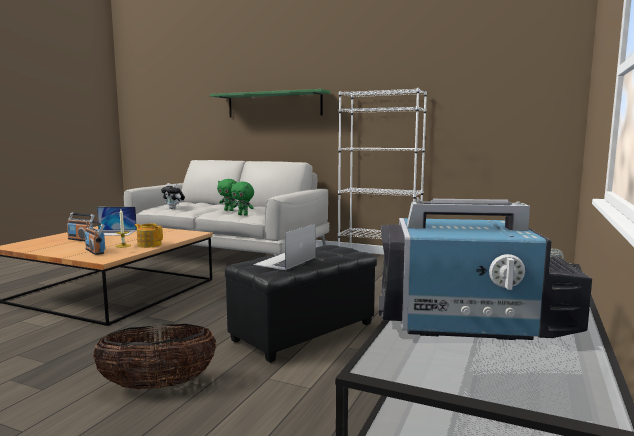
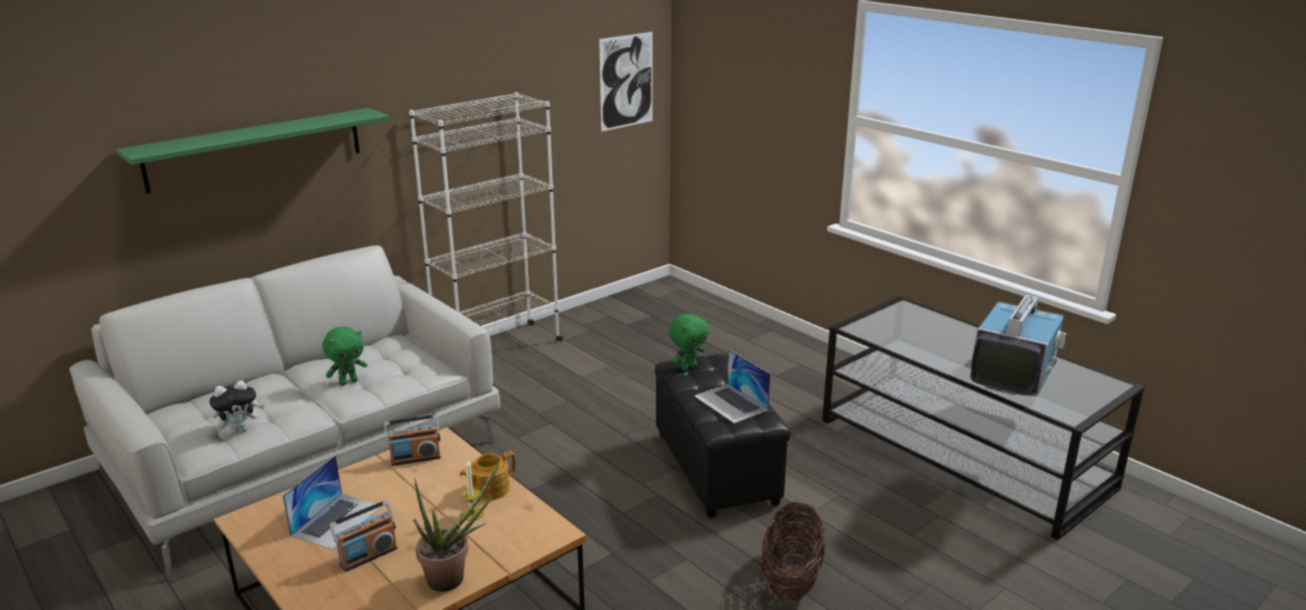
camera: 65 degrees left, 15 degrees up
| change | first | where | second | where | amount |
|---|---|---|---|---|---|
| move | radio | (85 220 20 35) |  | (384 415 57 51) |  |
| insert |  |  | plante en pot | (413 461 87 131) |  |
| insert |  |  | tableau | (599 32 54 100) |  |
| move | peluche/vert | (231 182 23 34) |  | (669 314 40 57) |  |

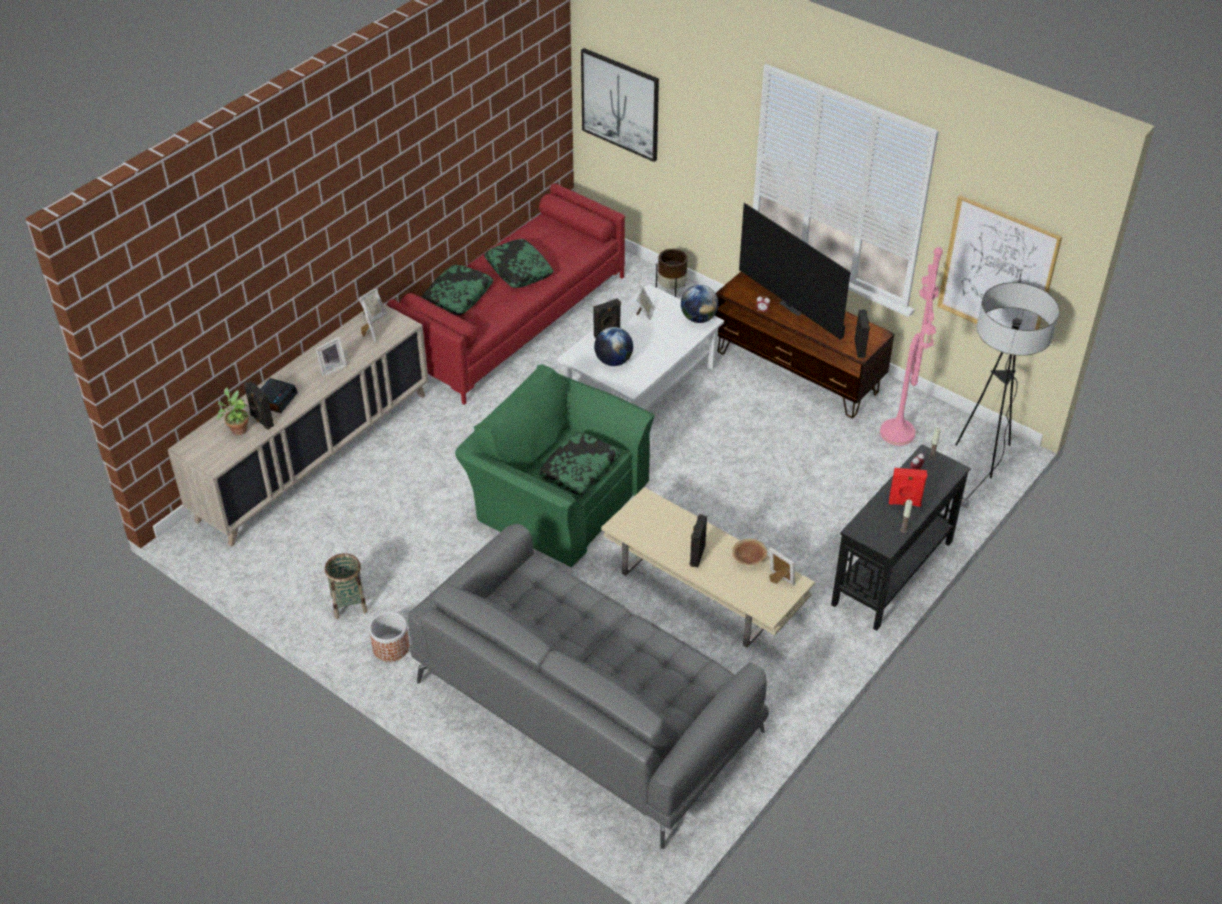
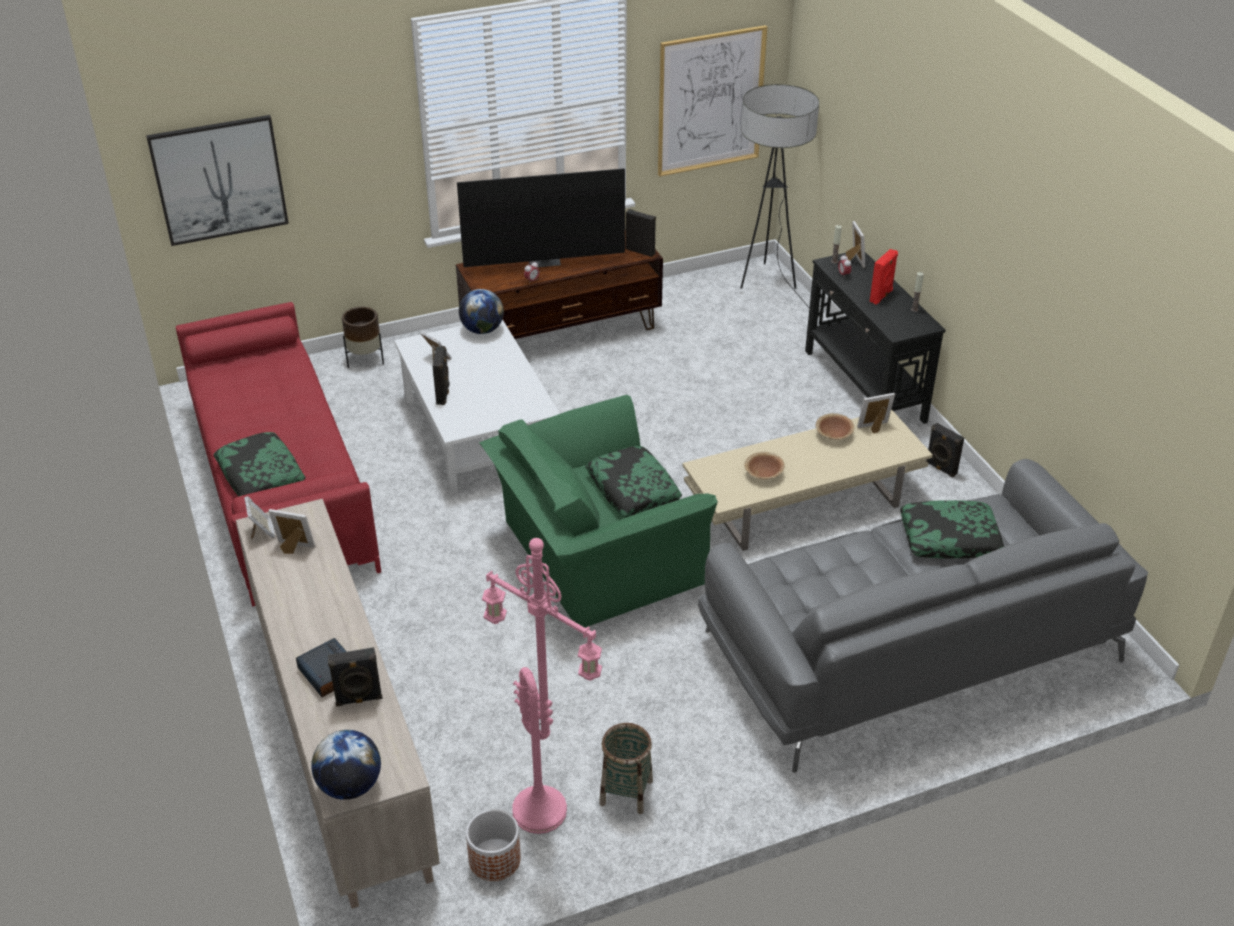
camera: 60 degrees left, 5 degrees down
| change | first | where | second | where | amount |
|---|---|---|---|---|---|
| move | globe | (594 327 39 39) |  | (311 730 70 70) |  |
| move | cache-pot | (369 612 40 50) |  | (466 809 55 72) |  |
| move | lampadaire/rose | (880 247 63 199) |  | (482 538 120 296) |  |
| insert |  |  | bol/marron | (744 452 41 28) |  |
| move | cadre photo | (316 337 31 40) |  | (846 221 19 47) |  |
| move | coussin | (484 239 70 49) |  | (900 500 104 58) |  |
| move | enceinte/noir | (690 514 17 53) |  | (926 423 38 55) |  |
| delete | plante en pot | (216 388 34 47) |  |  |  |

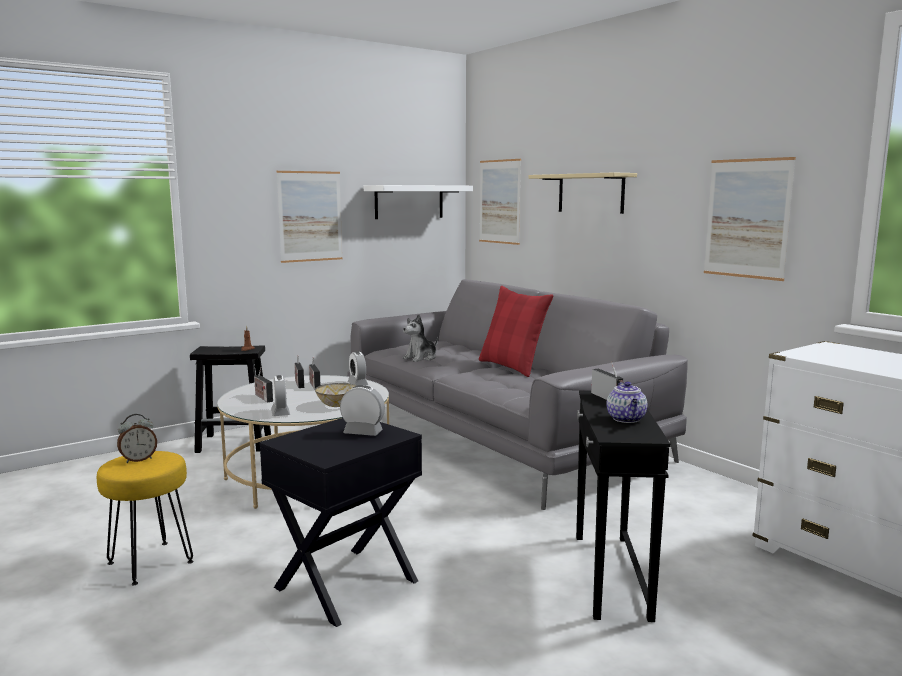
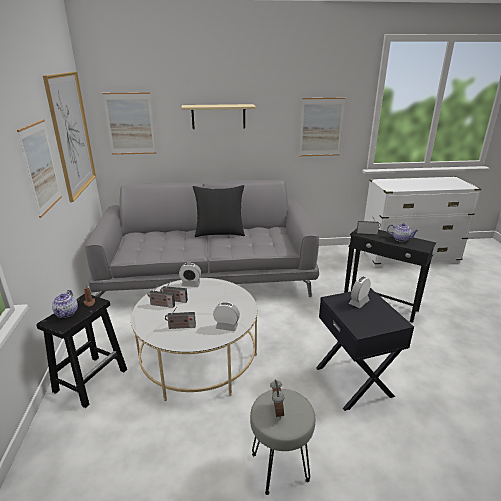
camera: 60 degrees left, 15 degrees up
| change | first | where | second | where | amount |
|---|---|---|---|---|---|
| replace | étagère/blanc | (364 185 109 34) | tableau | (43 72 53 130) |  |
| insert |  |  | théière | (52 290 26 28) |  |
| recolor | coussin/rouge | (479 286 74 91) | coussin/noir | (193 185 52 52) |  |
| recolor | tabouret/jaune | (97 451 96 134) | tabouret/gris | (250 389 65 106) |  |
| delete | bol | (315 383 42 24) |  |  |  |
| delete | peluche | (403 314 35 48) |  |  |  |

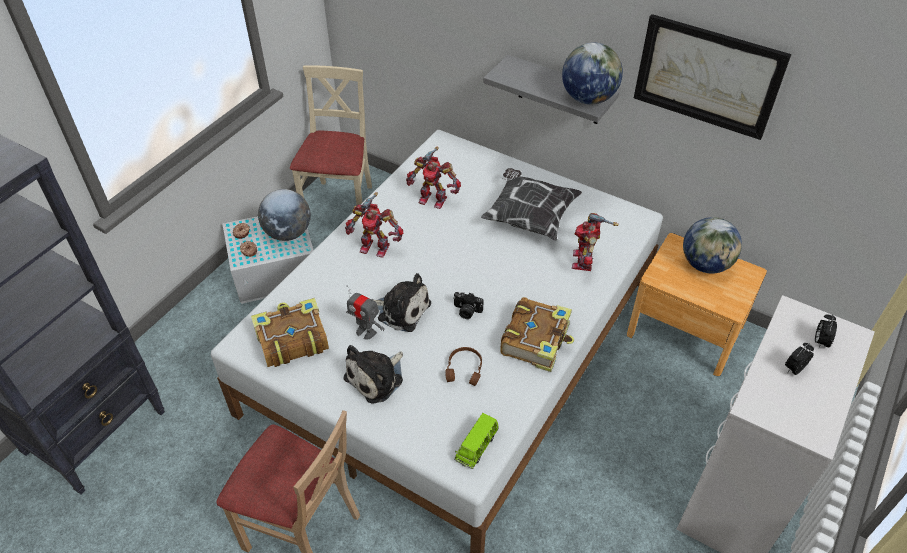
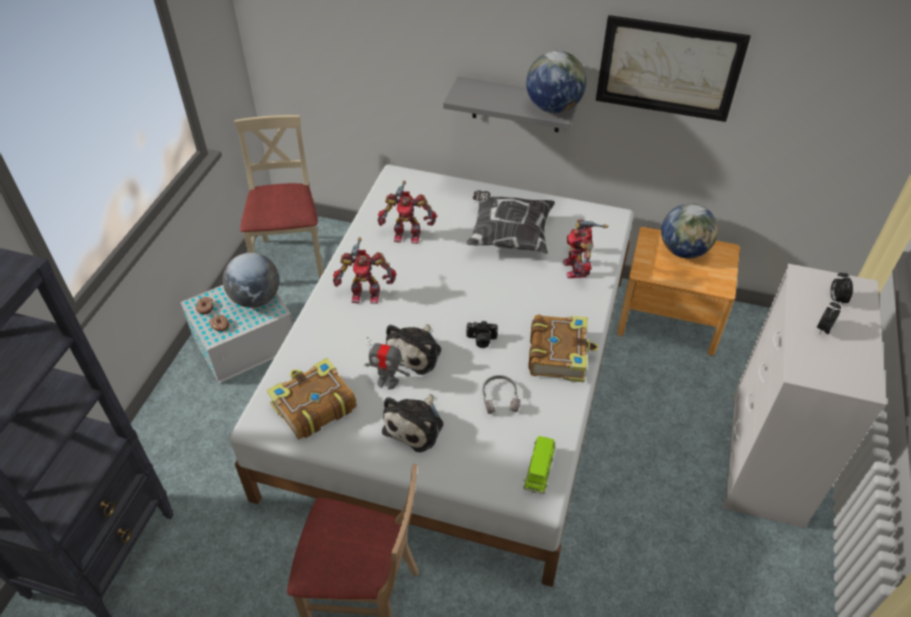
camera: 15 degrees left, 0 degrees up
| change | first | where | second | where | amount |
|---|---|---|---|---|---|
| rotate | peluche | (374 273 57 59) |  | (386 324 55 51) | 105 degrees clockwise |
| recolor | casque audio/marron | (445 347 37 39) | casque audio/gris | (482 375 39 39) |  |

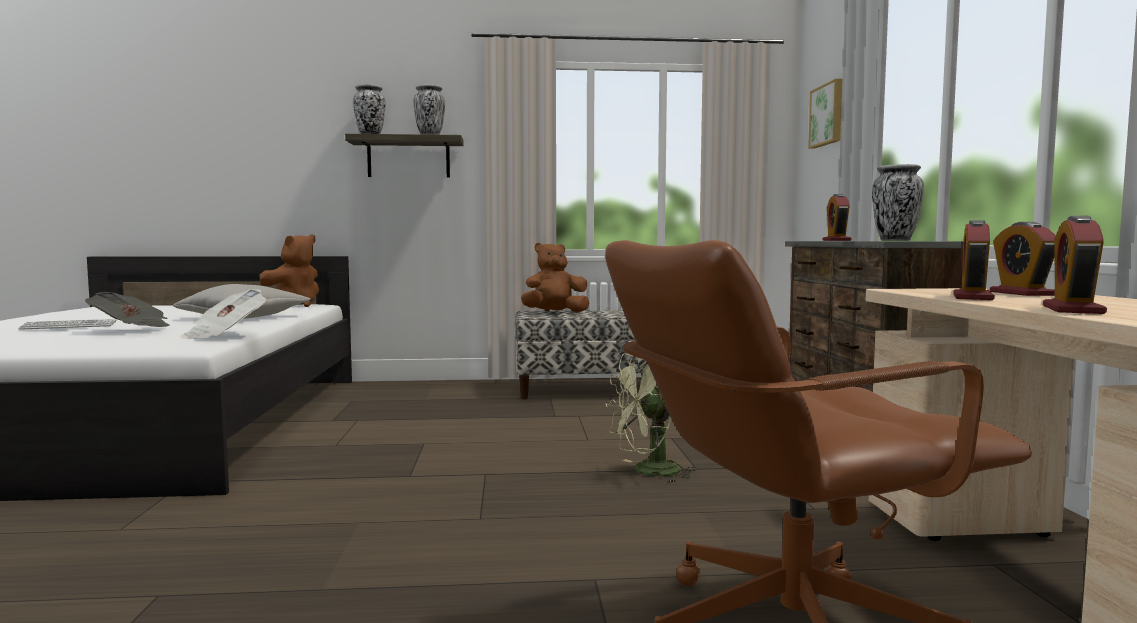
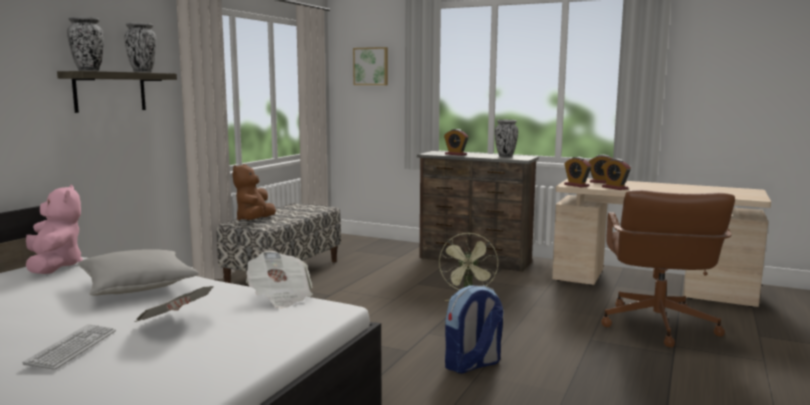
camera: 60 degrees left, 5 degrees up
| change | first | where | second | where | amount |
|---|---|---|---|---|---|
| recolor | peluche/marron | (259 234 60 73) | peluche/rose | (26 184 57 90) |  |
| insert |  |  | sac à dos | (445 285 58 89) |  |
| move | réveil | (1043 216 64 98) |  | (564 157 28 30) |  |

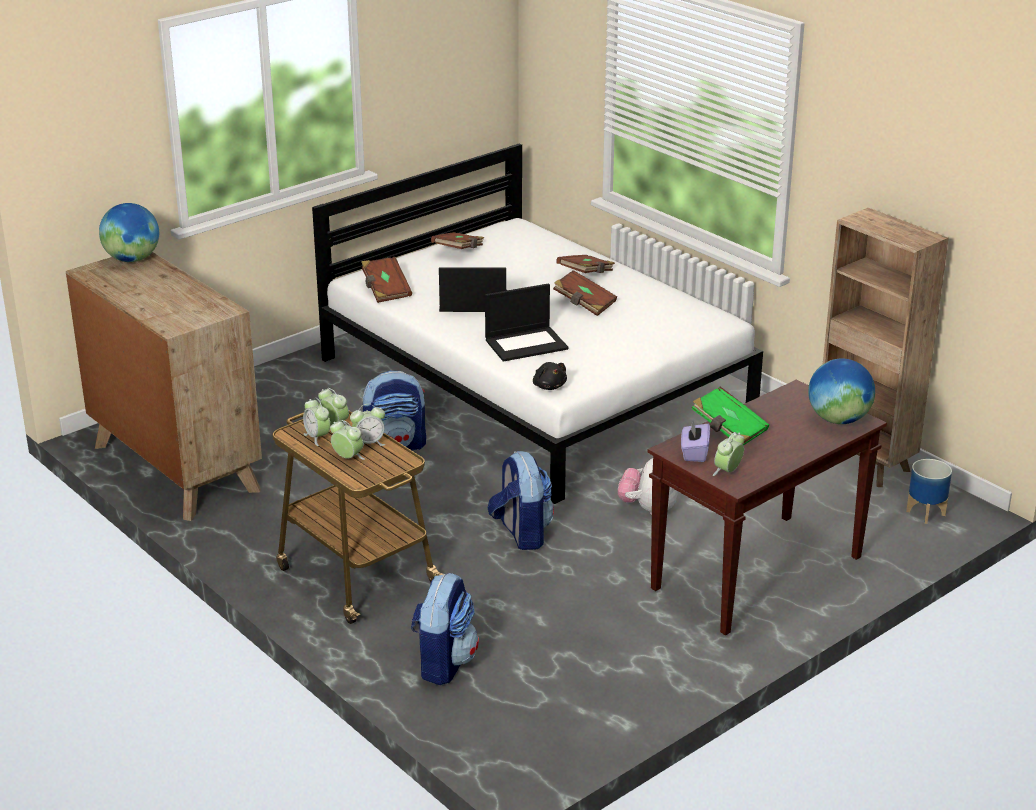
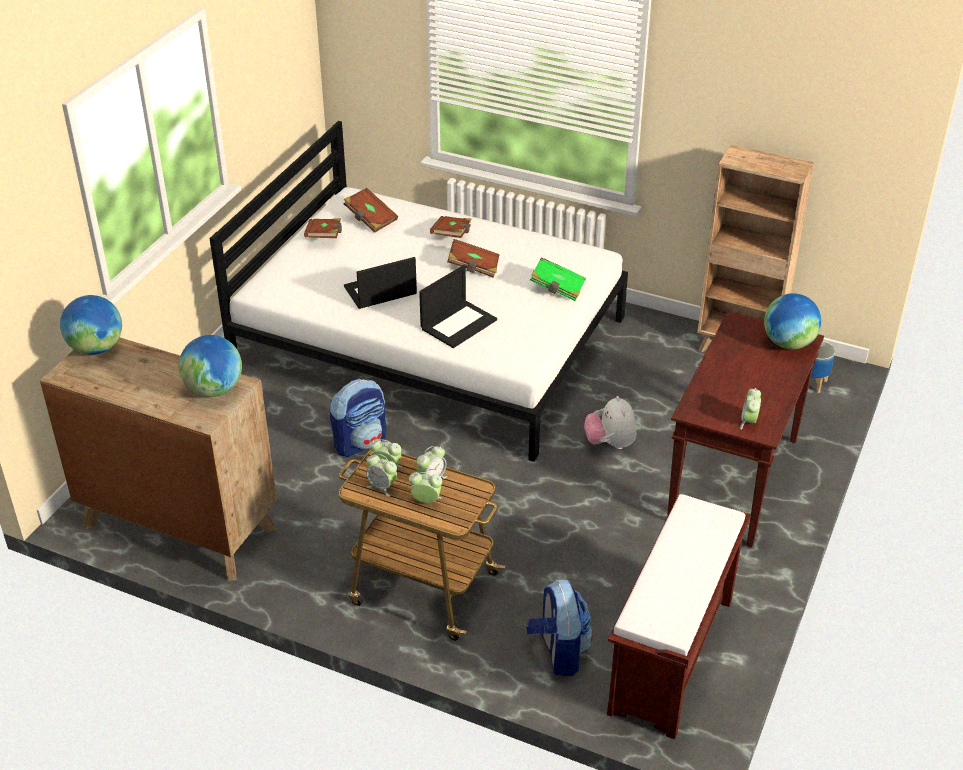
camera: 25 degrees left, 10 degrees up
| change | first | where | second | where | amount |
|---|---|---|---|---|---|
| insert |  |  | globe | (179 335 63 62) |  |
| move | livre/marron | (361 257 51 46) |  | (344 188 54 45) |  |
| move | livre/vert | (691 387 78 58) |  | (530 257 56 44) |  |
| insert |  |  | banc/marron | (607 494 143 246) |  |
| delete | sac à dos | (488 451 66 99) |  |  |  |
| delete | peluche/noir | (533 362 34 28) |  |  |  |
| delete | boîte à mouchoirs/violet | (681 421 29 41) |  |  |  |

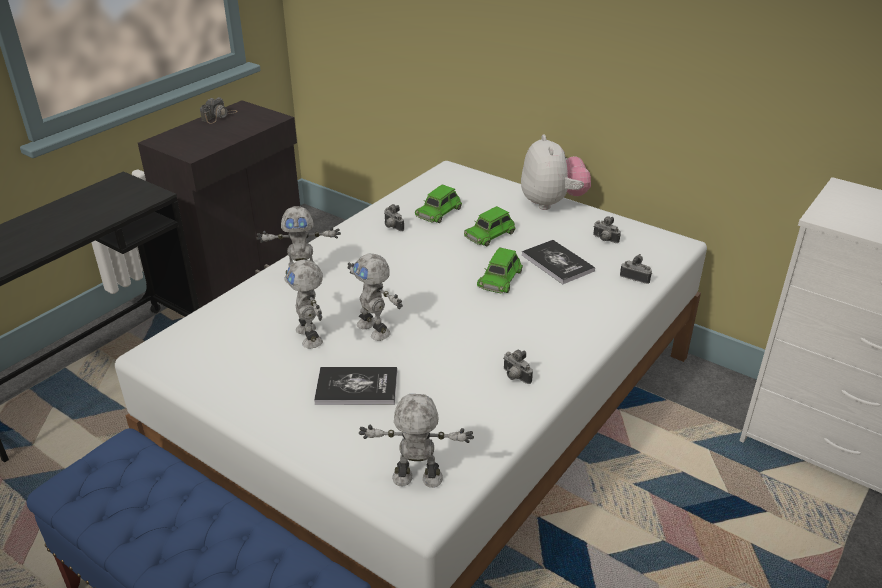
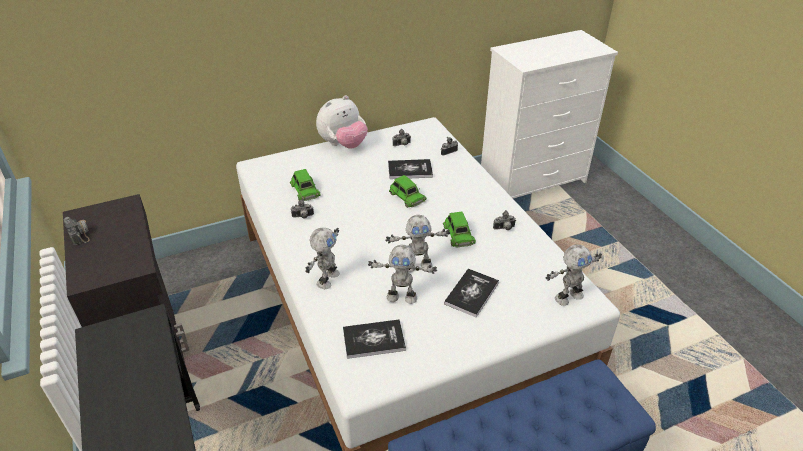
camera: 60 degrees left, 5 degrees up
| change | first | where | second | where | amount |
|---|---|---|---|---|---|
| rotate | peluche | (521 134 70 76) |  | (316 95 52 54) | 120 degrees clockwise |
| insert |  |  | livre | (343 319 63 40) |  |
| move | petite voiture/vert | (464 206 52 41) |  | (443 212 33 35) |  |
| rotate | robot jouet | (359 394 115 94) |  | (545 245 57 61) | 150 degrees counterclockwise |

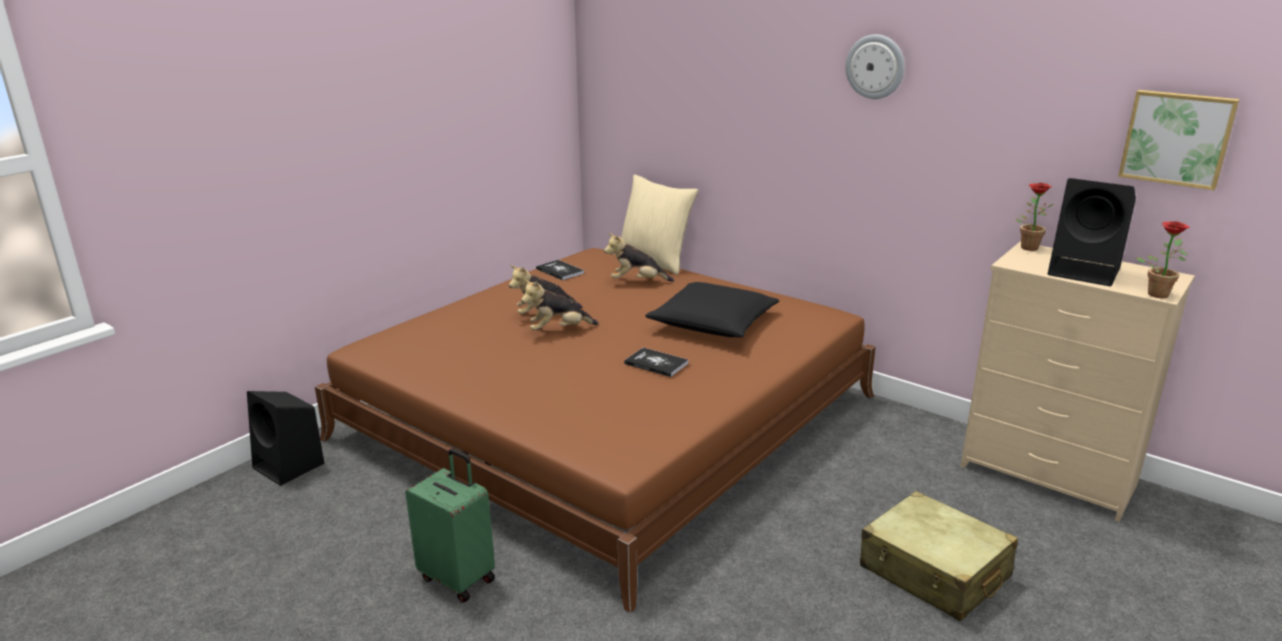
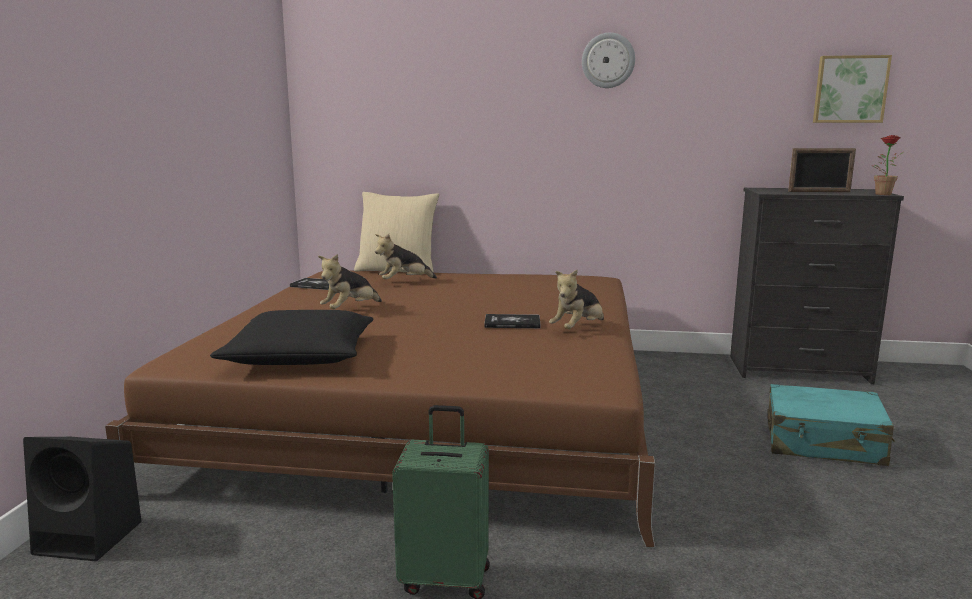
camera: 30 degrees left, 10 degrees down
| change | first | where | second | where | amount |
|---|---|---|---|---|---|
| move | coussin/noir | (645 282 135 55) |  | (210 310 164 55) |  |
| move | peluche | (521 279 78 51) |  | (549 270 55 59) |  |
| recolor | commode/beige | (960 242 235 280) | commode/noir | (730 188 174 196) |  |
| recolor | valise/beige | (860 491 158 130) | valise/turquoise | (767 384 128 82) |  |
| replace | enceinte/noir | (1048 178 88 108) | cadre photo | (788 148 68 44) |  |
| delete | plante en pot | (1016 183 38 68) |  |  |  |

